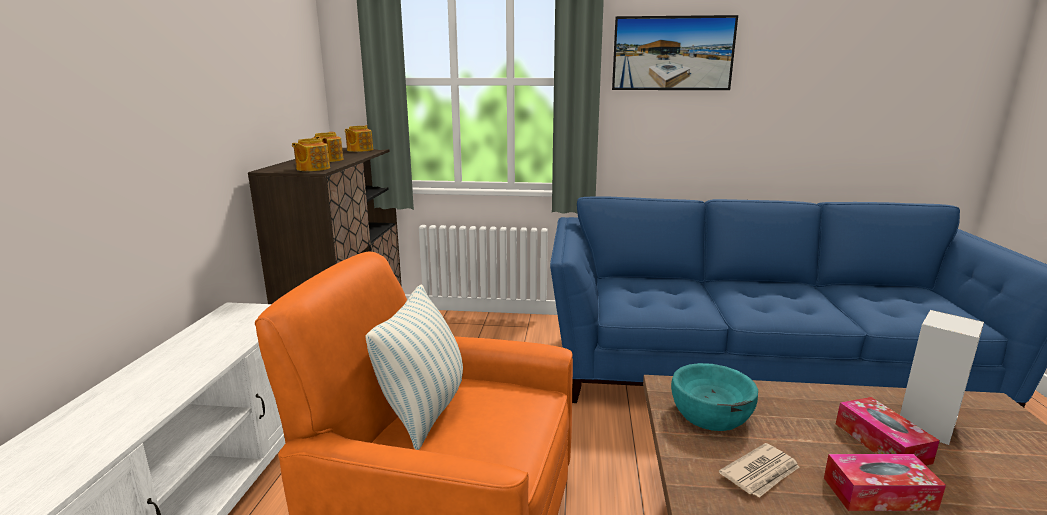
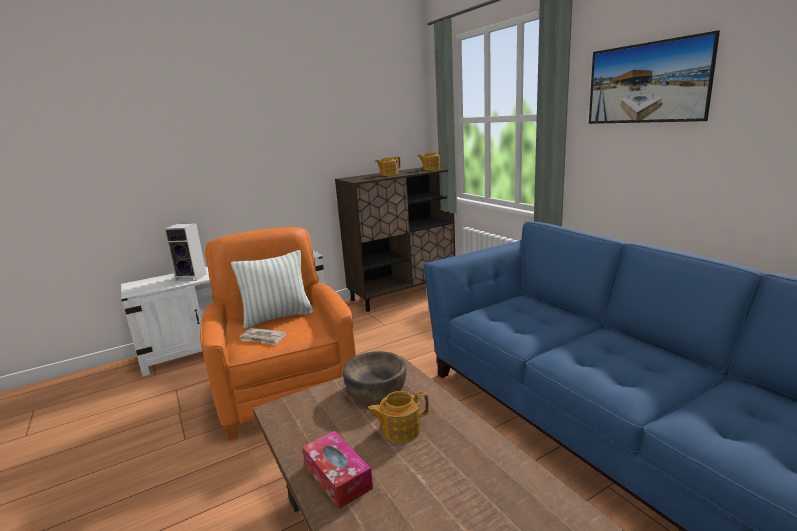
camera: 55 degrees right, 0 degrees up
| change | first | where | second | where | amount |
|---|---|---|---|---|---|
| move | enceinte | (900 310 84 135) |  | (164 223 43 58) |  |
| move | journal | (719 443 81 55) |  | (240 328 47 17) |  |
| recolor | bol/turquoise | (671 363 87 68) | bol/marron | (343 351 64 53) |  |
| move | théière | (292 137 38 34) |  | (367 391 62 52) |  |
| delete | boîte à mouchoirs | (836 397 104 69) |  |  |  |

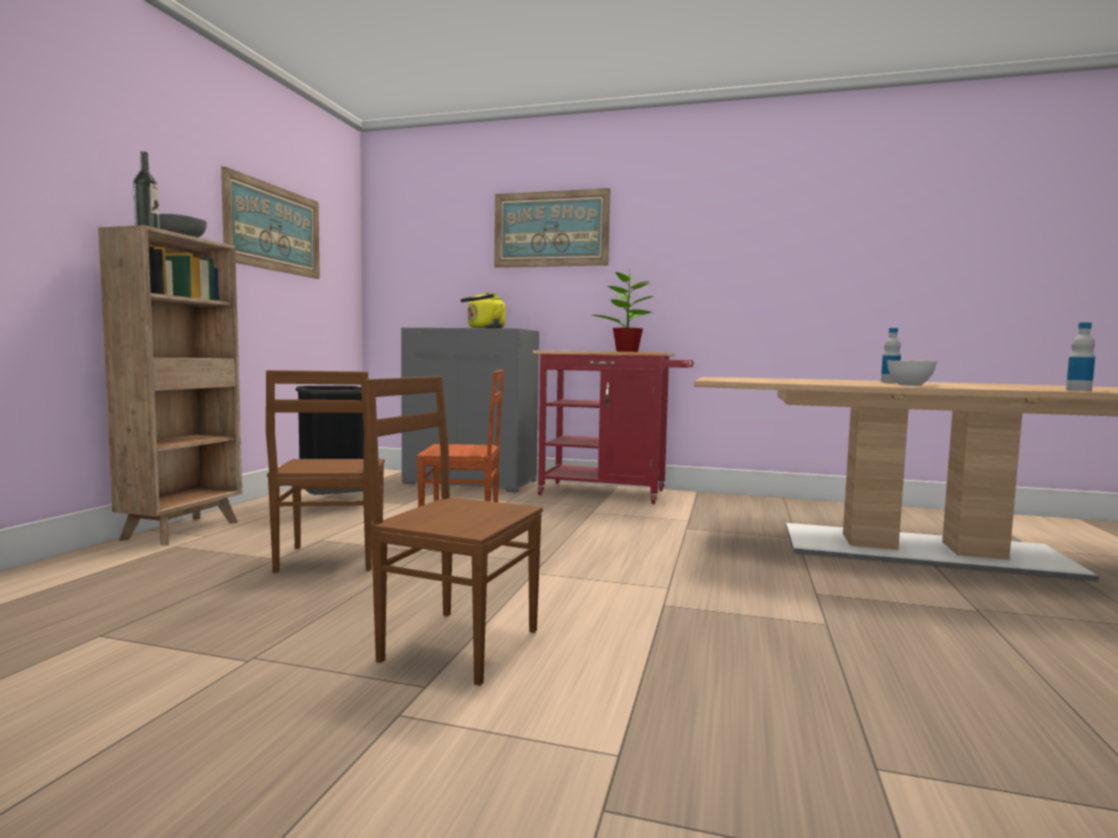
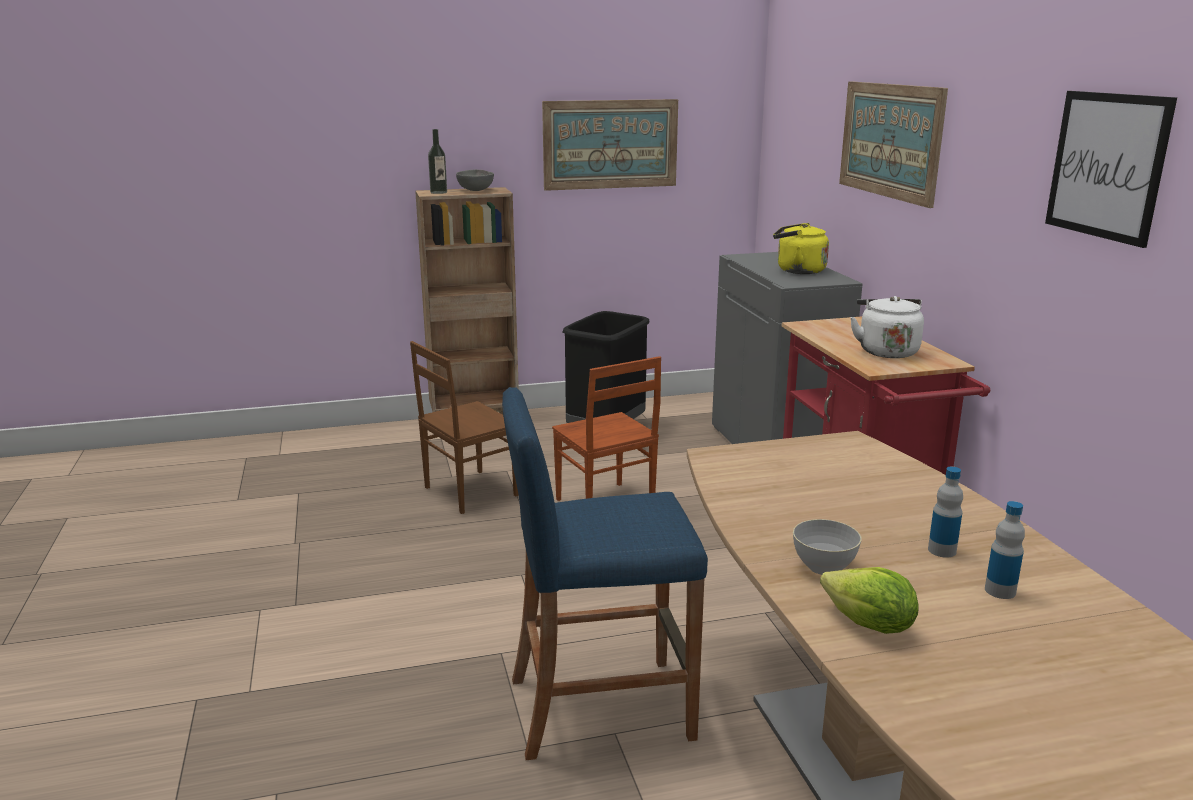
camera: 60 degrees right, 15 degrees up
| change | first | where | second | where | amount |
|---|---|---|---|---|---|
| insert |  |  | tabouret/bleu | (502 387 206 373) |  |
| insert |  |  | laitue | (820 567 99 67) |  |
| replace | plante en pot | (592 269 62 83) | bouilloire/blanc | (850 296 74 62) |  |
| move | bouteille | (1066 322 29 69) |  | (985 501 40 98) |  |
| insert |  |  | tableau | (1045 91 132 157) |  |
| delete | chaise/marron | (365 376 178 310) |  |  |  |

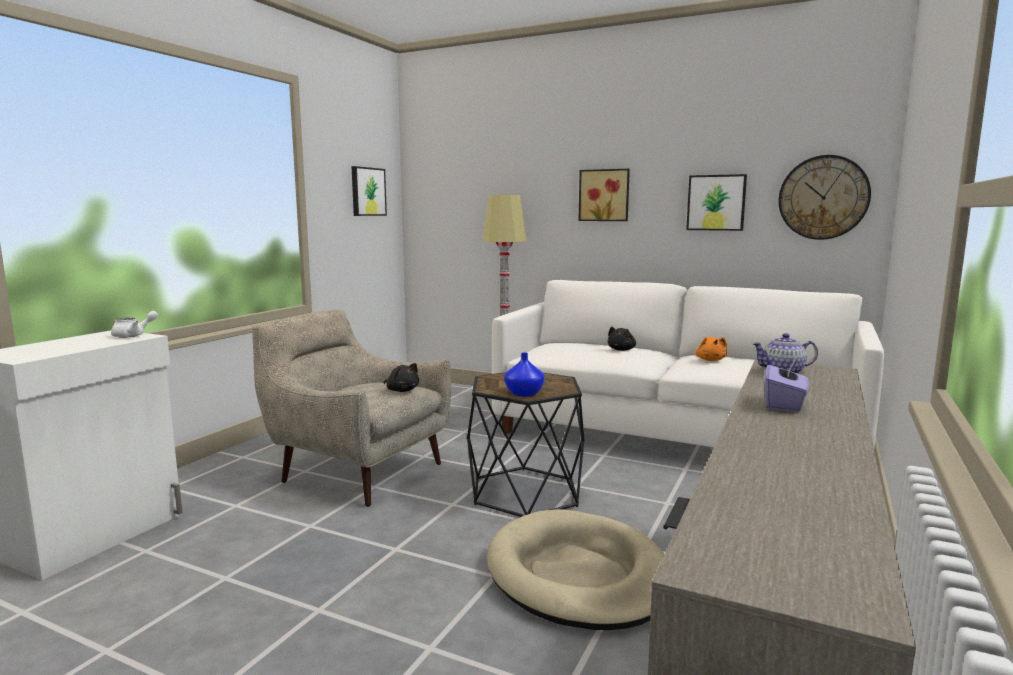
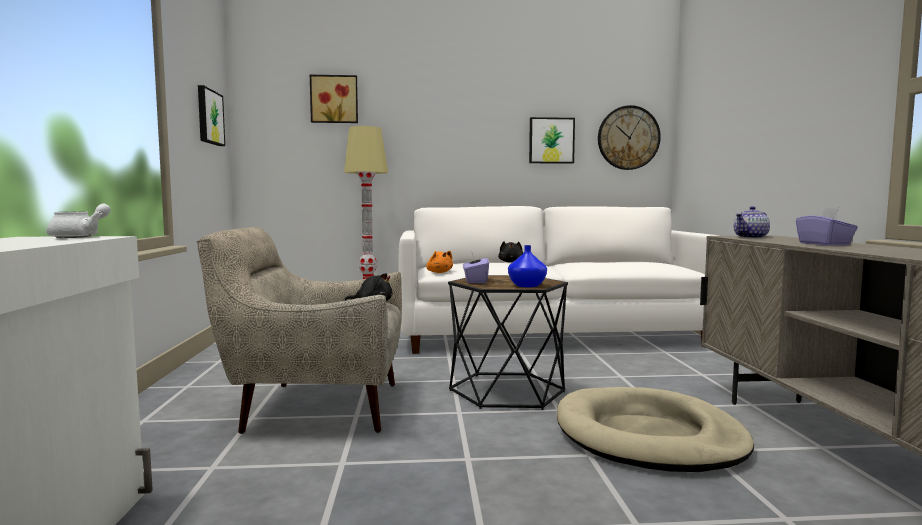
camera: 30 degrees left, 5 degrees down
| change | first | where | second | where | amount |
|---|---|---|---|---|---|
| move | tableau | (579 169 51 52) |  | (310 75 48 48) |  |
| move | peluche/orange | (696 337 31 24) |  | (426 251 27 22) |  |
| insert |  |  | boîte à mouchoirs/violet | (463 252 26 31) |  |

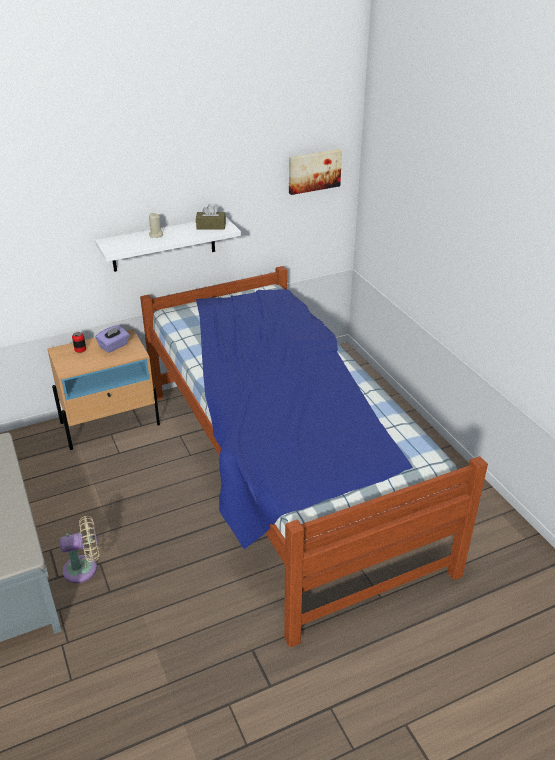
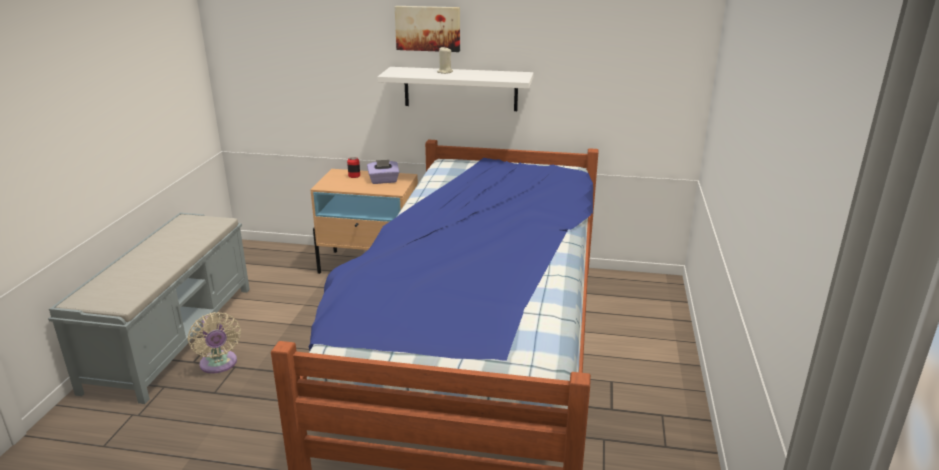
camera: 35 degrees right, 10 degrees down
| change | first | where | second | where | amount |
|---|---|---|---|---|---|
| rotate | ventilateur/beige | (59 516 40 67) |  | (188 312 53 61) | 45 degrees clockwise |
| move | tableau | (289 149 53 46) |  | (395 6 65 46) |  |
| delete | boîte à mouchoirs/marron | (196 204 30 25) |  |  |  |

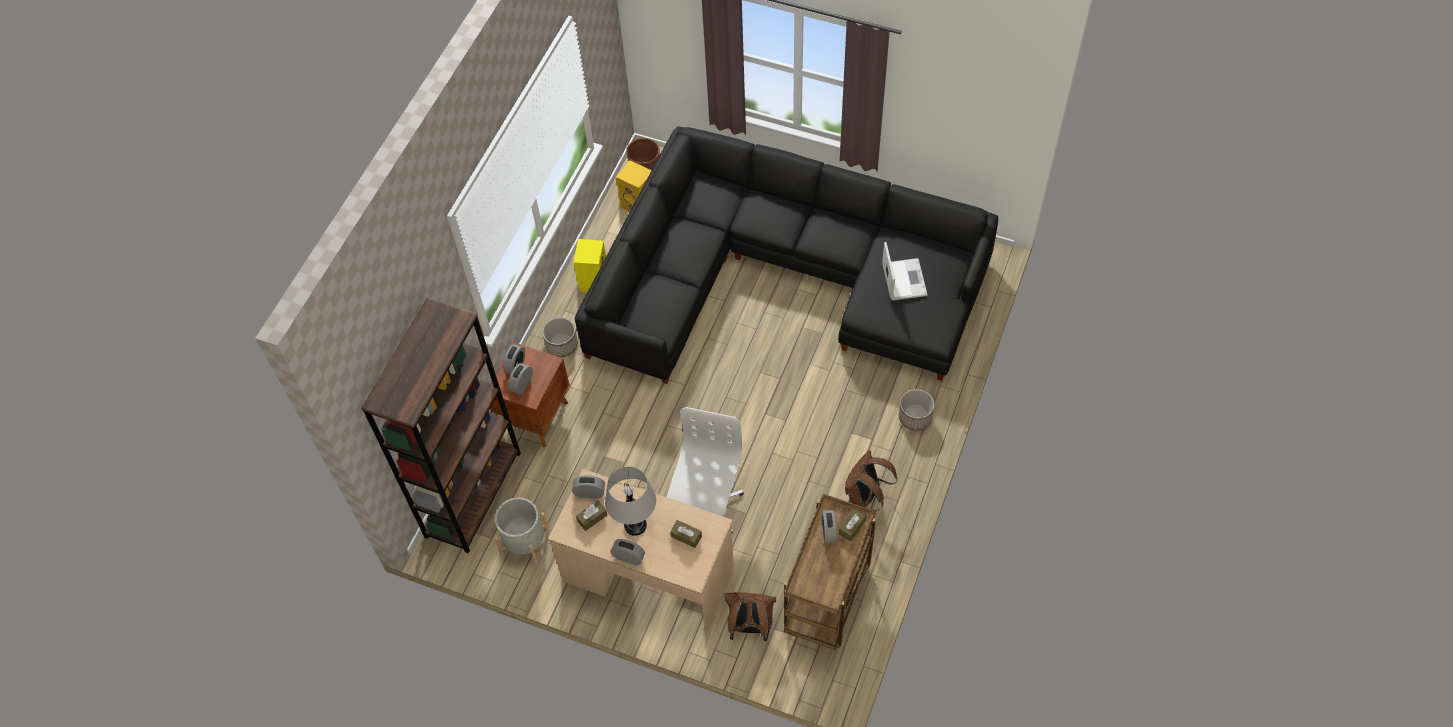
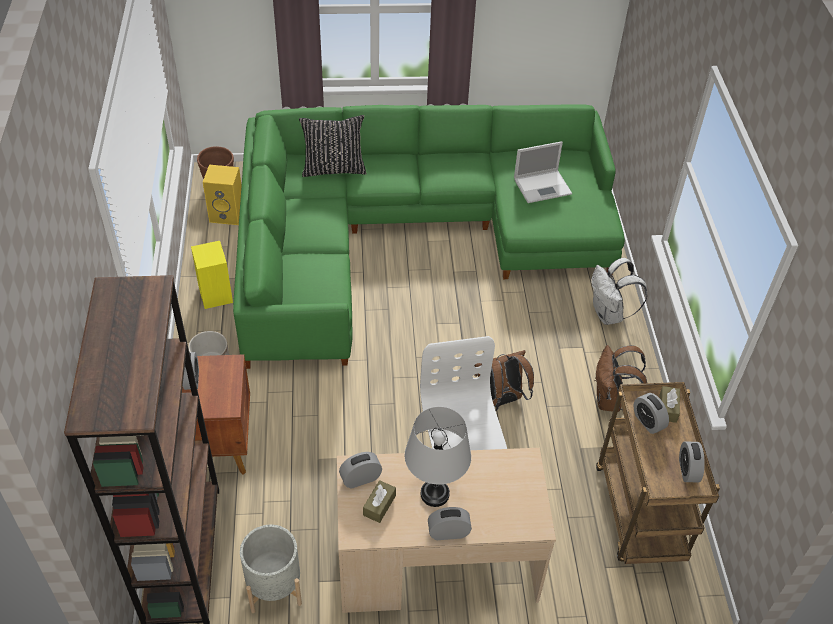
camera: 30 degrees left, 10 degrees down
| change | first | where | second | where | amount |
|---|---|---|---|---|---|
| recolor | canapé/noir | (574 127 424 257) | canapé/vert | (233 104 392 265) |  |
| insert |  |  | coussin/noir | (299 115 68 62) |  |
| move | sac à dos/marron | (724 592 52 50) |  | (474 350 60 61) |  |
| rotate | ordinateur portable | (882 242 46 58) |  | (514 141 58 62) | 105 degrees clockwise |
| replace | cache-pot | (899 389 36 42) | sac à dos/blanc | (591 258 56 67) |  |
| move | réveil | (508 363 25 32) |  | (679 442 26 40) |  |
| delete | boîte à mouchoirs/marron | (670 520 32 28) |  |  |  |

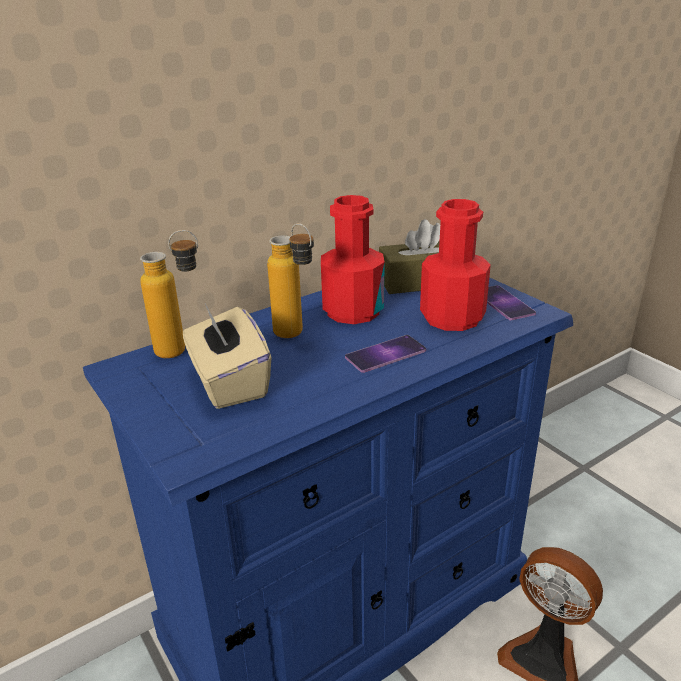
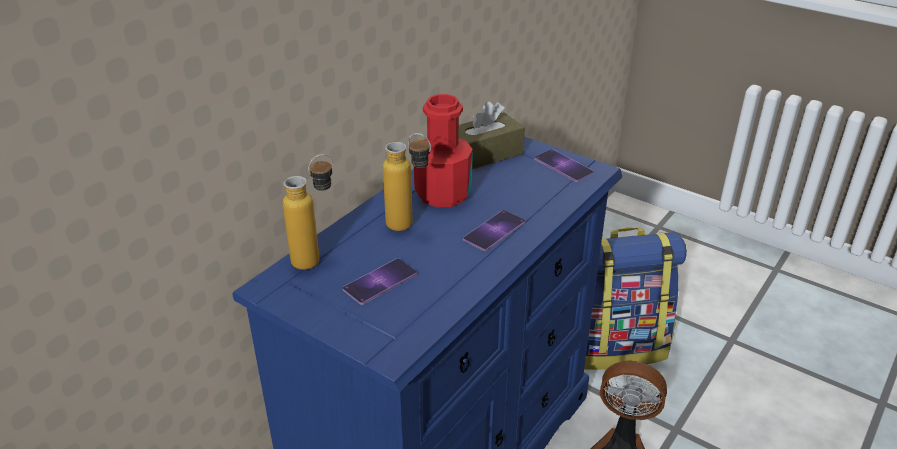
camera: 20 degrees left, 5 degrees up
| change | first | where | second | where | amount |
|---|---|---|---|---|---|
| replace | boîte à mouchoirs/beige | (183 304 89 105) | téléphone | (343 258 74 47) |  |
| insert |  |  | sac à dos | (584 227 103 143) |  |
| delete | bouteille/rouge | (420 199 71 132) |  |  |  |

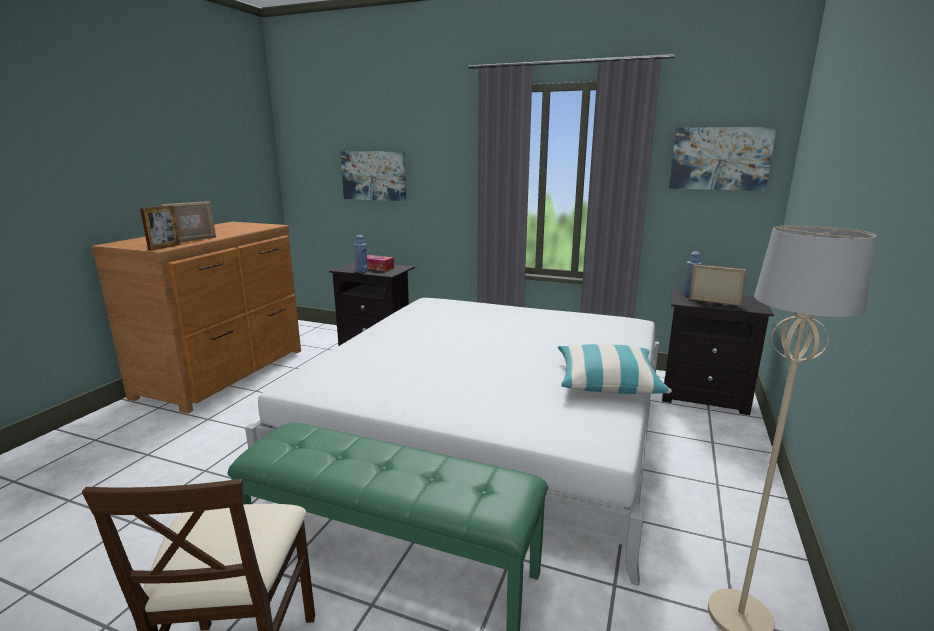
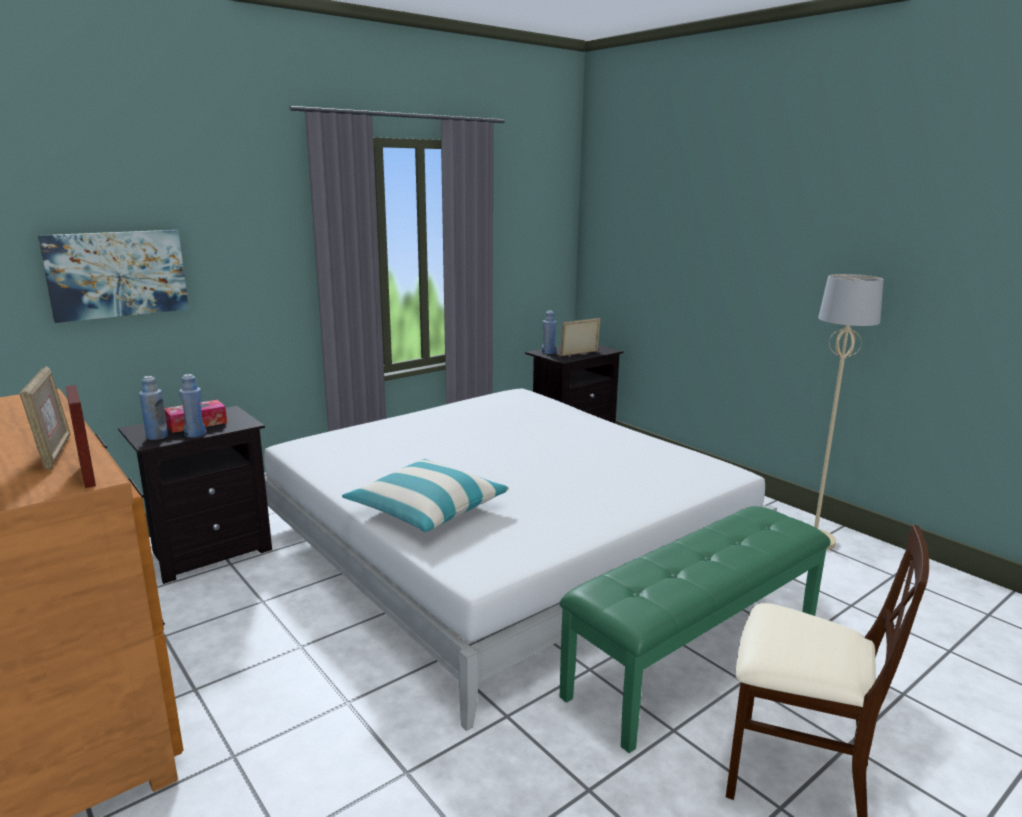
camera: 60 degrees left, 0 degrees up
| change | first | where | second | where | amount |
|---|---|---|---|---|---|
| insert |  |  | bouteille/bleu | (139 376 29 64) |  |
| move | coussin | (558 344 114 50) |  | (342 459 167 73) |  |
| delete | tableau | (669 127 108 64) |  |  |  |

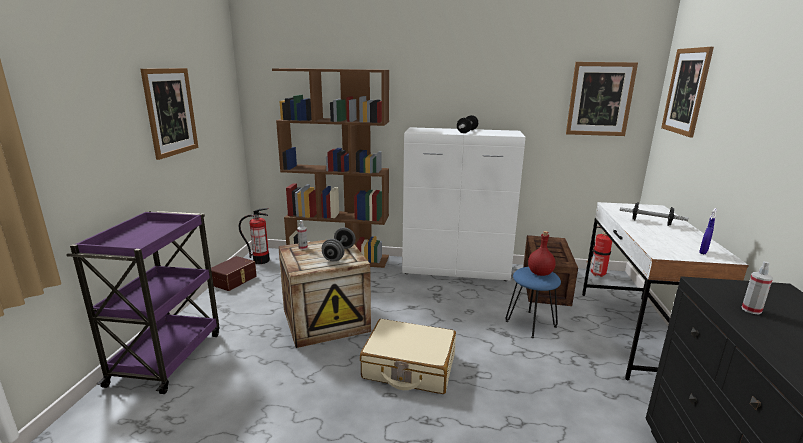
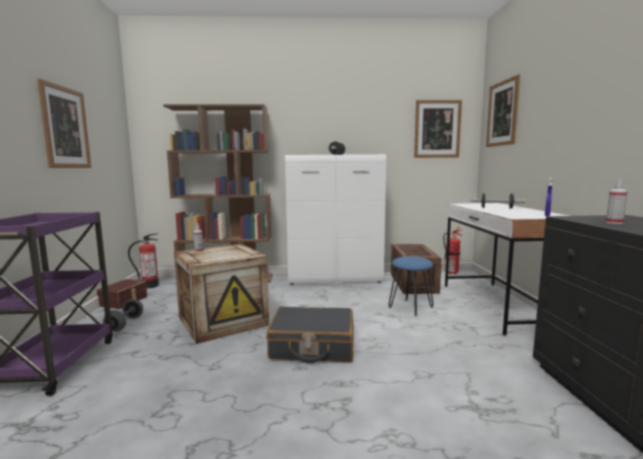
camera: 10 degrees left, 10 degrees down
| change | first | where | second | where | amount |
|---|---|---|---|---|---|
| move | haltère/gris | (322 227 34 34) |  | (103 299 40 33) |  |
| recolor | valise/beige | (360 319 96 75) | valise/noir | (266 306 88 57) |  |
| delete | bouteille/rouge | (528 231 28 45) |  |  |  |

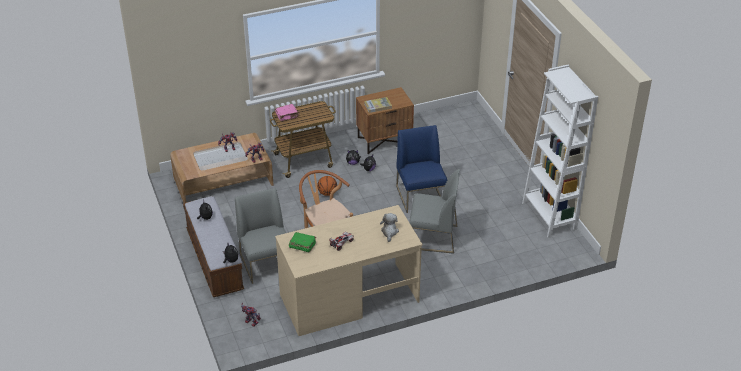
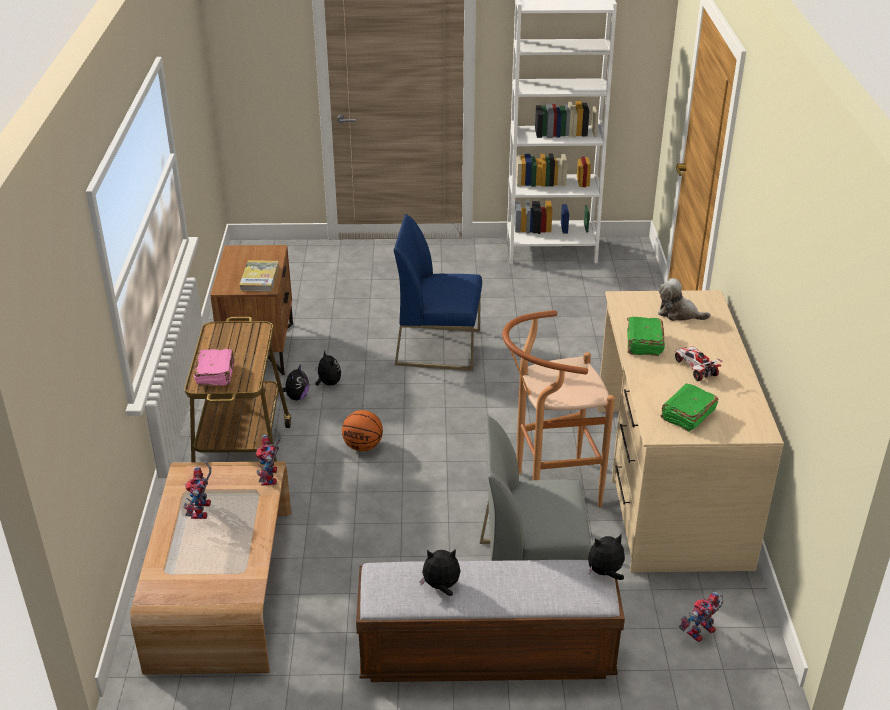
camera: 70 degrees left, 5 degrees down
| change | first | where | second | where | amount |
|---|---|---|---|---|---|
| insert |  |  | livre/vert | (627 317 38 39) |  |
| delete | chaise/gris | (409 169 51 85) |  |  |  |

